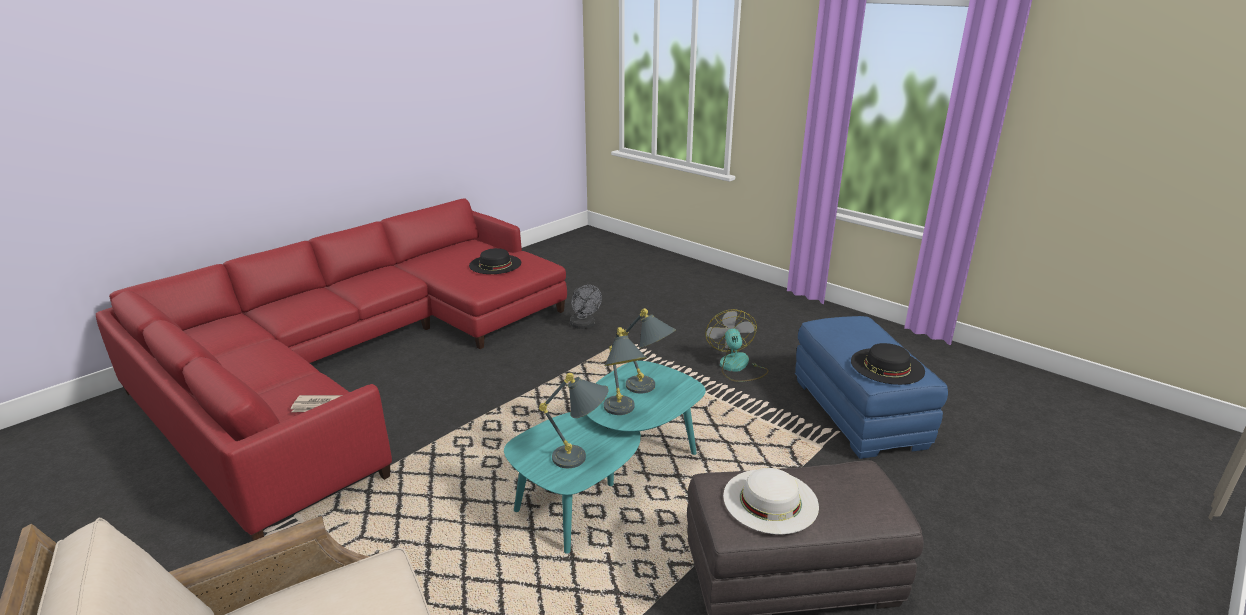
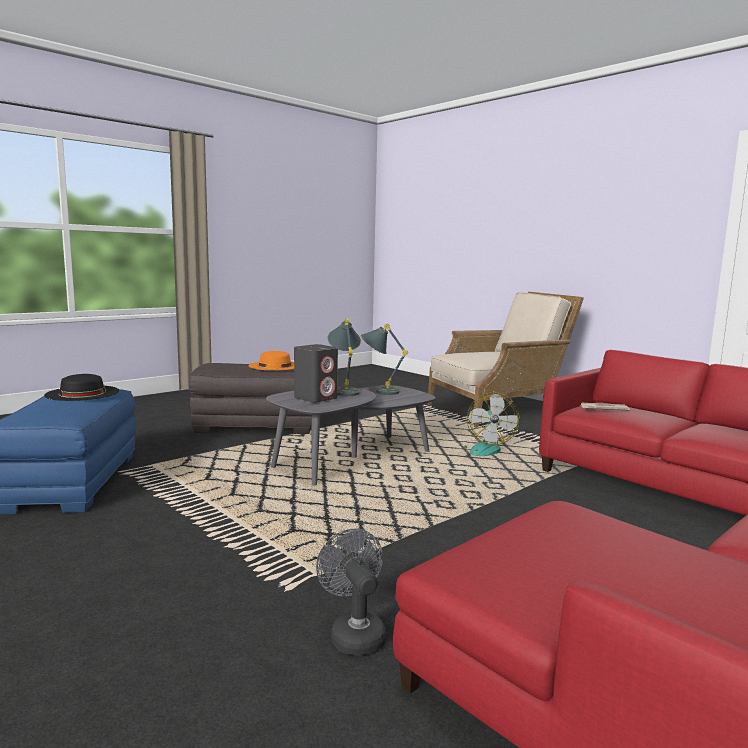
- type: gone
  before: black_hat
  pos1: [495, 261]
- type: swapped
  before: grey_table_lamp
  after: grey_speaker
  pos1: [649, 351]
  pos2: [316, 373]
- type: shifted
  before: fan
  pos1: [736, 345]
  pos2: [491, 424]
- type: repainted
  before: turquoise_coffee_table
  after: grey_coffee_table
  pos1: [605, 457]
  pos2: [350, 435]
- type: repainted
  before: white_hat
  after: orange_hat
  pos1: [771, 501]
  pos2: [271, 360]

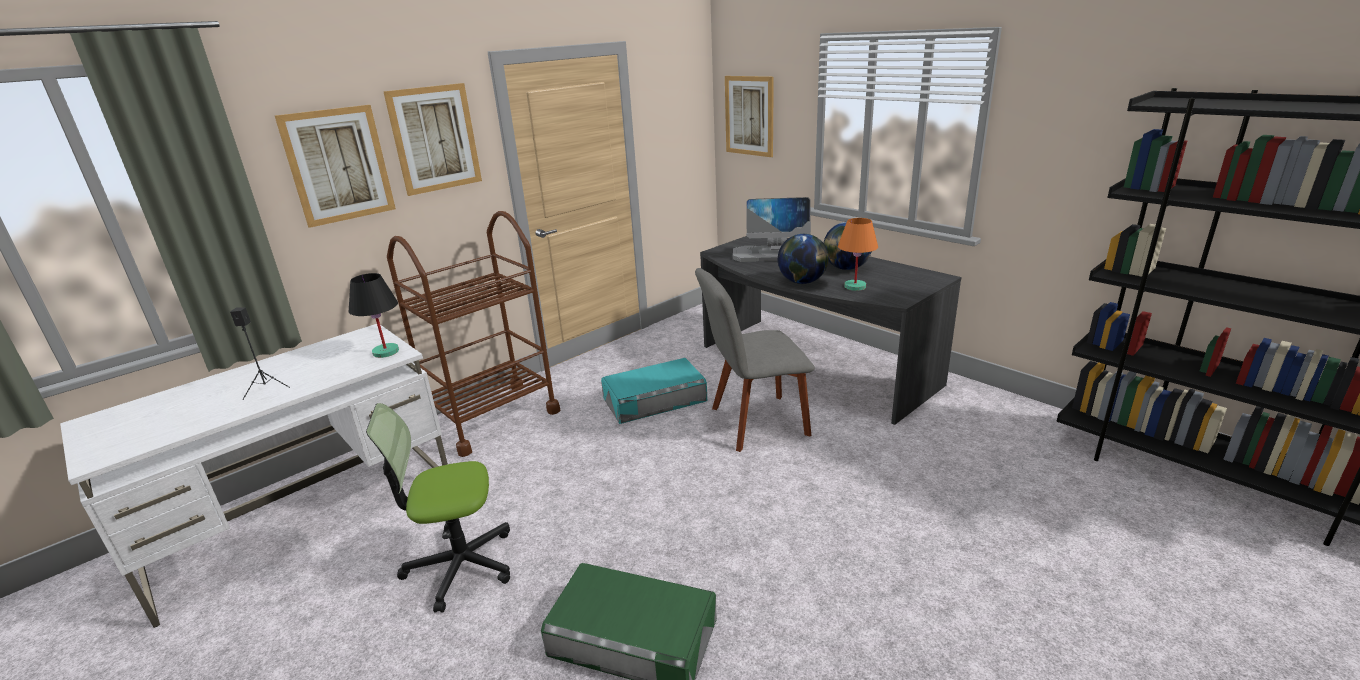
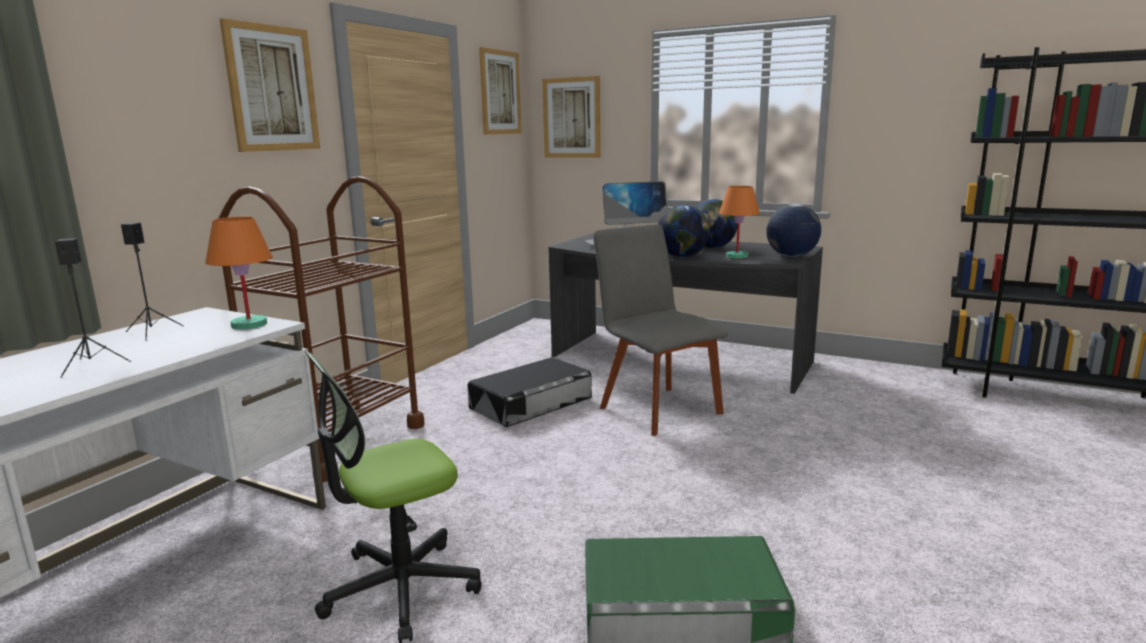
- type: shifted
  before: picture
  pos1: [335, 166]
  pos2: [500, 90]
- type: rotated
  before: grey_chair
  pos1: [755, 360]
  pos2: [660, 330]
  turn: 90
- type: repainted
  before: black_table_lamp
  after: orange_table_lamp
  pos1: [374, 315]
  pos2: [239, 273]
- type: repainted
  before: turquoise_storage_box
  after: black_storage_box
  pos1: [654, 391]
  pos2: [530, 392]
- type: new
  after: globe
  pos2: [793, 230]
- type: new
  after: black_speaker
  pos2: [152, 282]

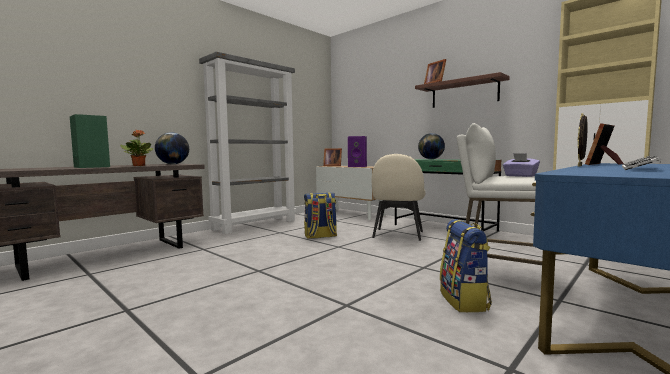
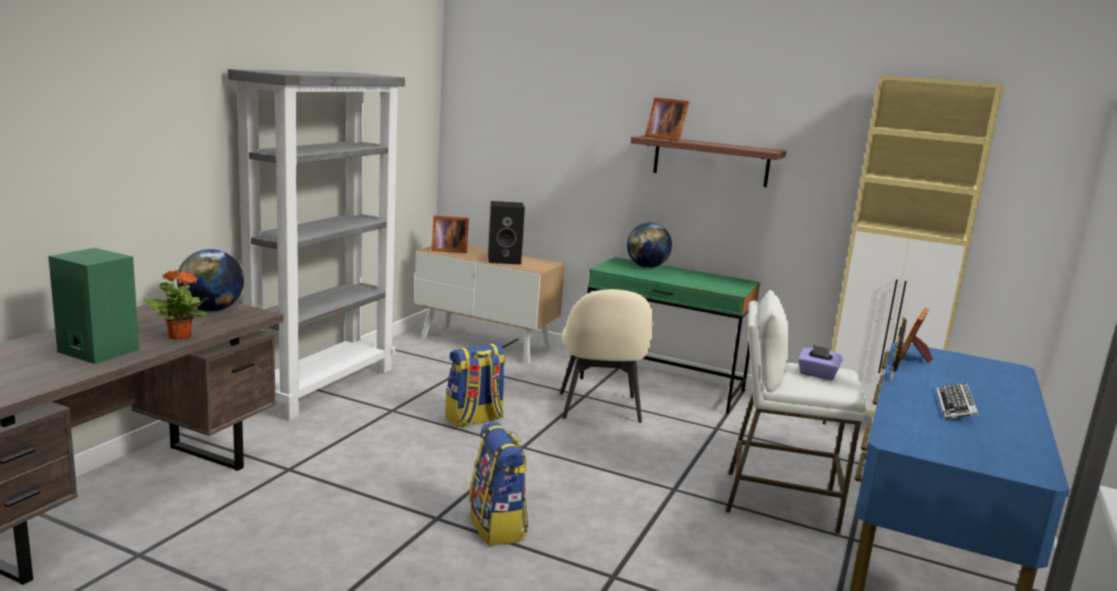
- type: repainted
  before: purple_speaker
  after: black_speaker
  pos1: [357, 151]
  pos2: [506, 233]
- type: shifted
  before: backpack
  pos1: [466, 265]
  pos2: [499, 484]

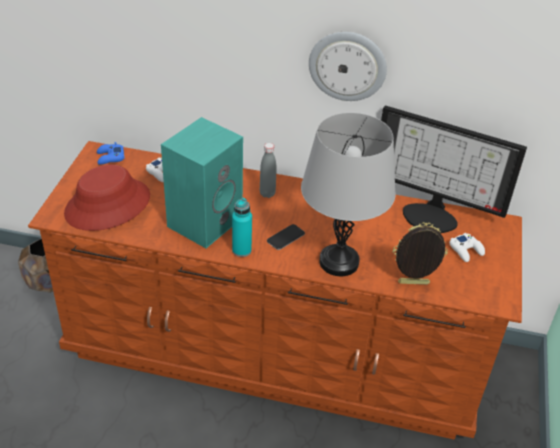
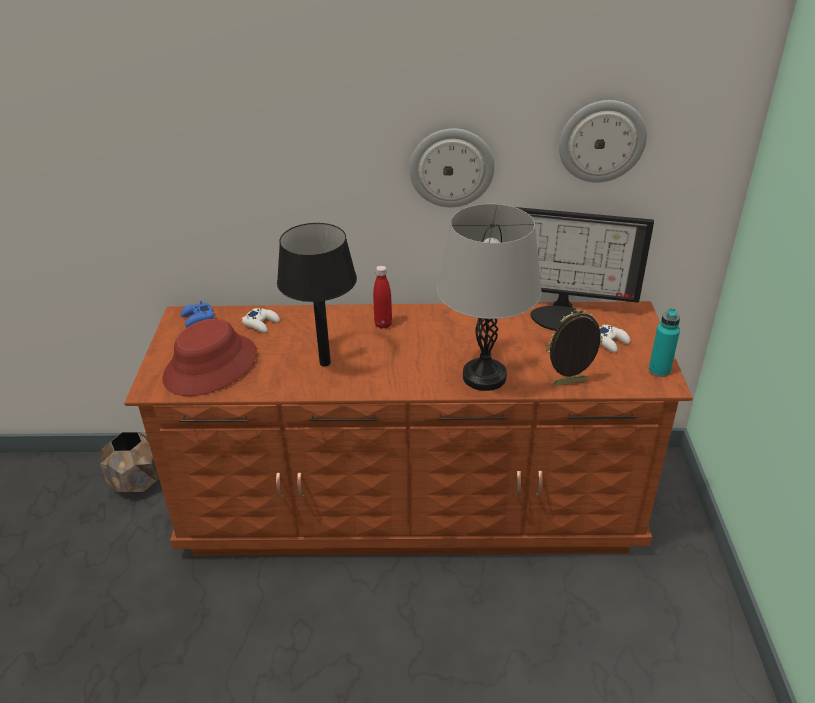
- type: swapped
  before: turquoise_speaker
  after: black_table_lamp
  pos1: [202, 182]
  pos2: [317, 295]
- type: repainted
  before: grey_bottle
  after: red_bottle
  pos1: [268, 170]
  pos2: [382, 297]
- type: shifted
  before: turquoise_bottle
  pos1: [242, 227]
  pos2: [664, 342]
- type: gone
  before: phone
  pos1: [286, 237]
- type: new
  after: wall_clock
  pos2: [603, 141]

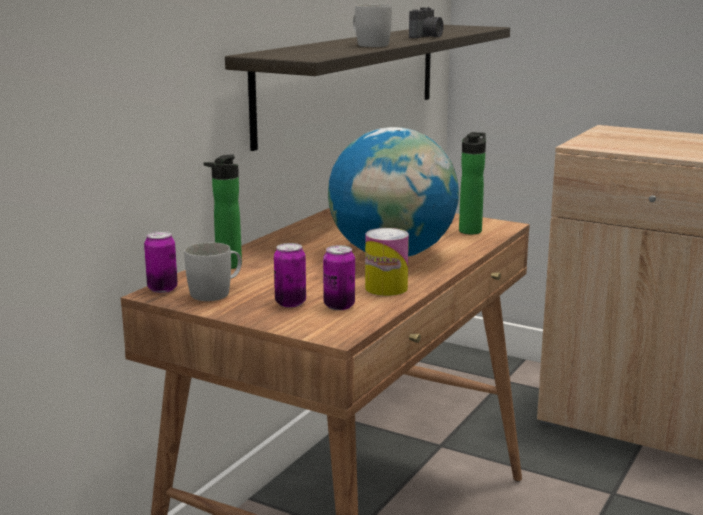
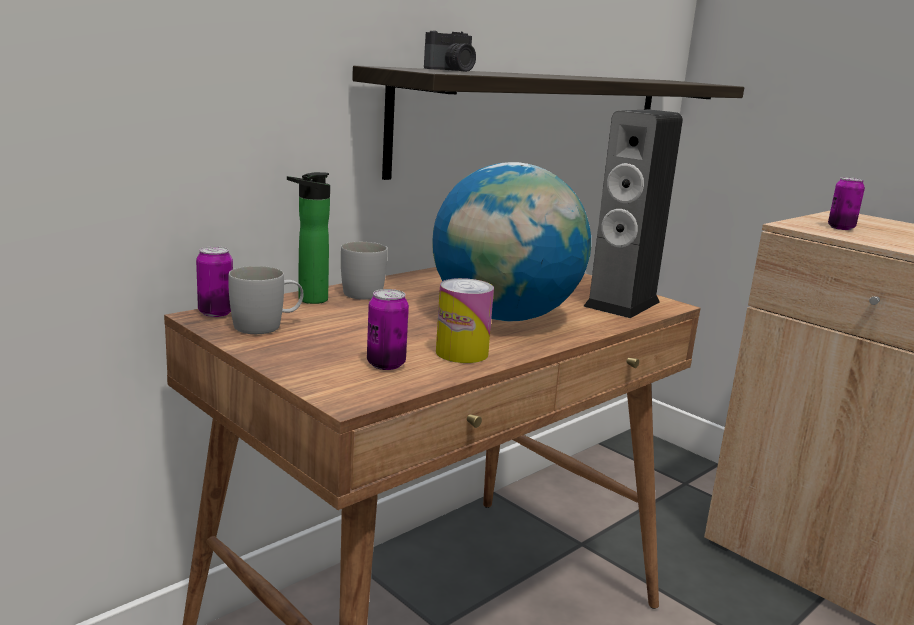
- type: shifted
  before: white_mug
  pos1: [372, 26]
  pos2: [364, 271]
- type: shifted
  before: photo_camera
  pos1: [426, 22]
  pos2: [450, 51]
- type: swapped
  before: bottle
  after: speaker
  pos1: [472, 183]
  pos2: [633, 213]
- type: shifted
  before: can
  pos1: [290, 275]
  pos2: [846, 203]

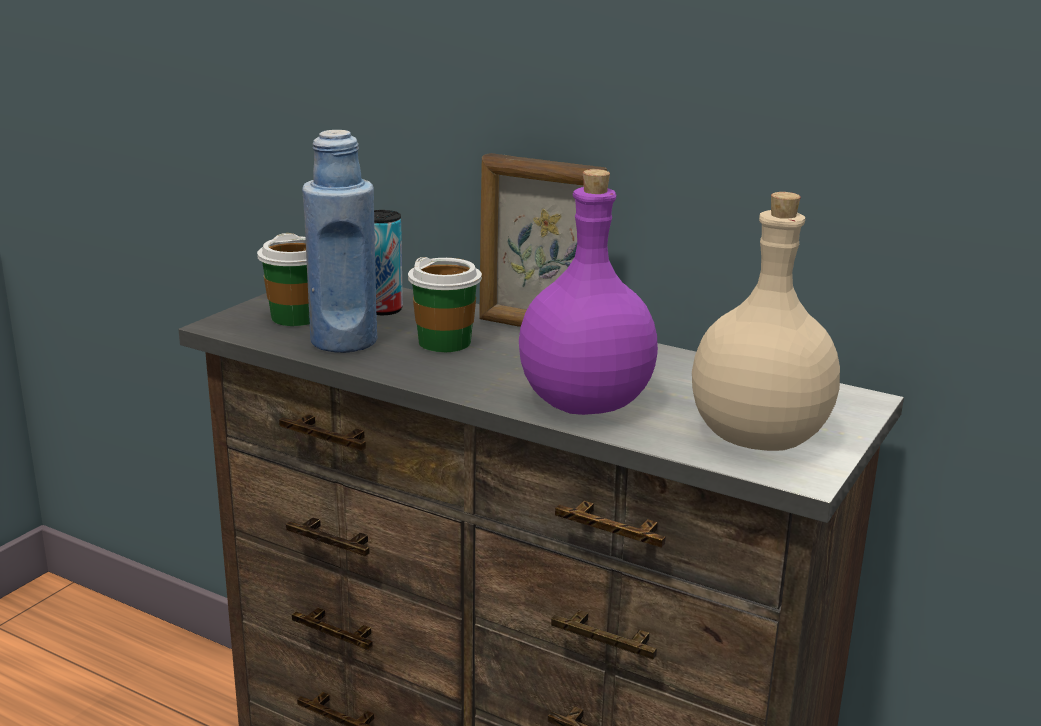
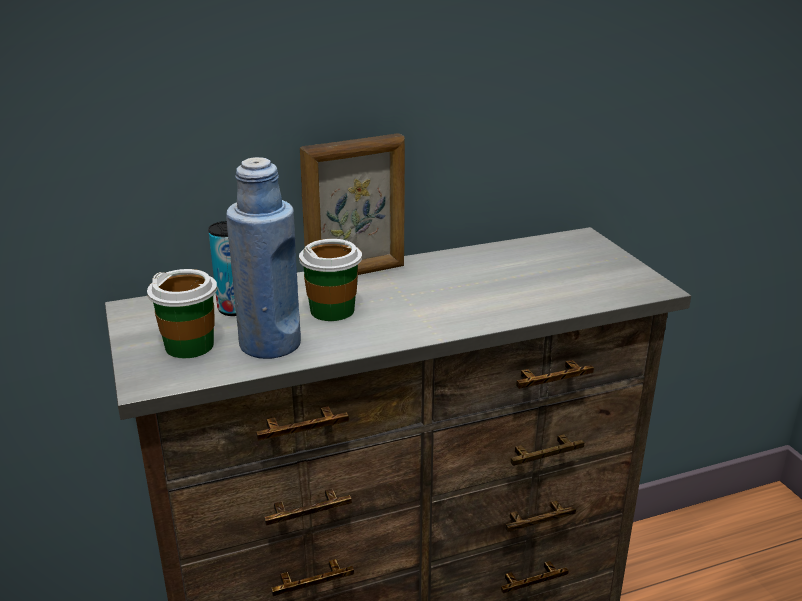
- type: gone
  before: purple_bottle
  pos1: [588, 292]
- type: gone
  before: beige_bottle
  pos1: [766, 321]

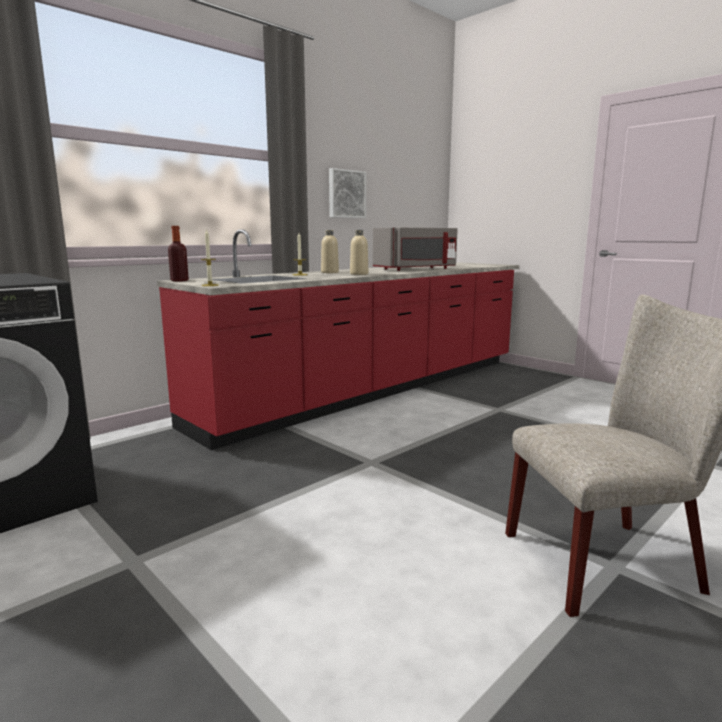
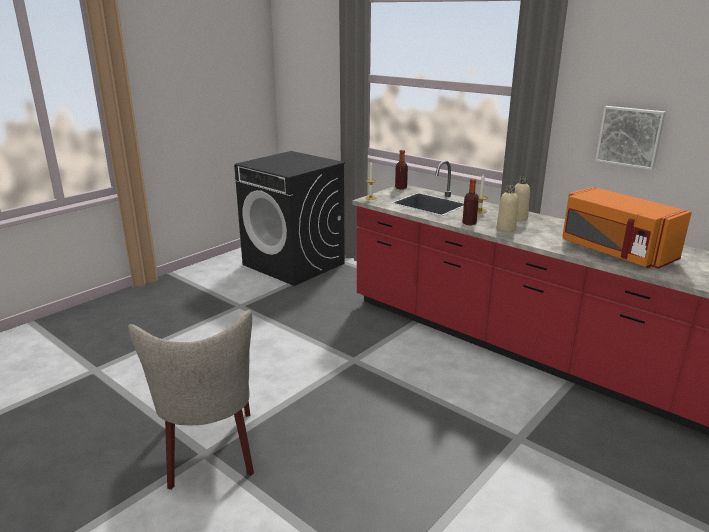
- type: repainted
  before: grey_microwave
  after: orange_microwave
  pos1: [415, 249]
  pos2: [627, 228]
- type: new
  after: bottle
  pos2: [470, 202]

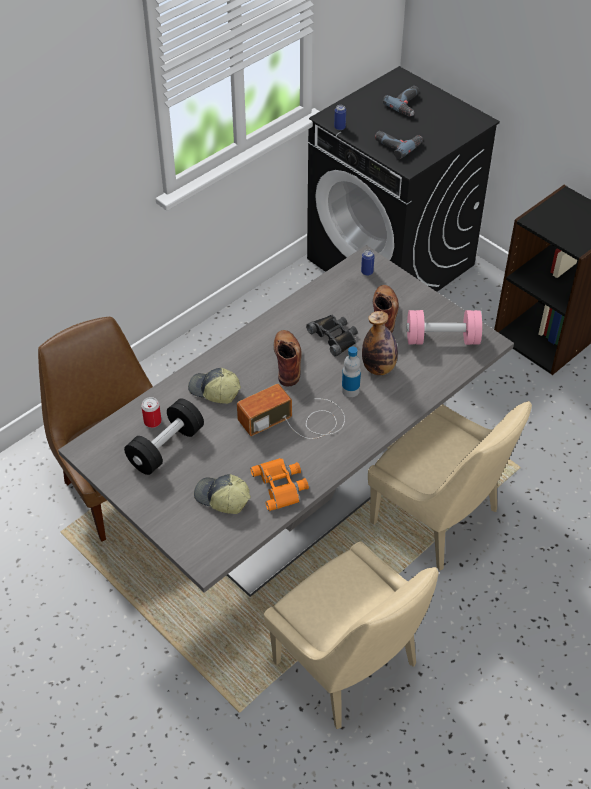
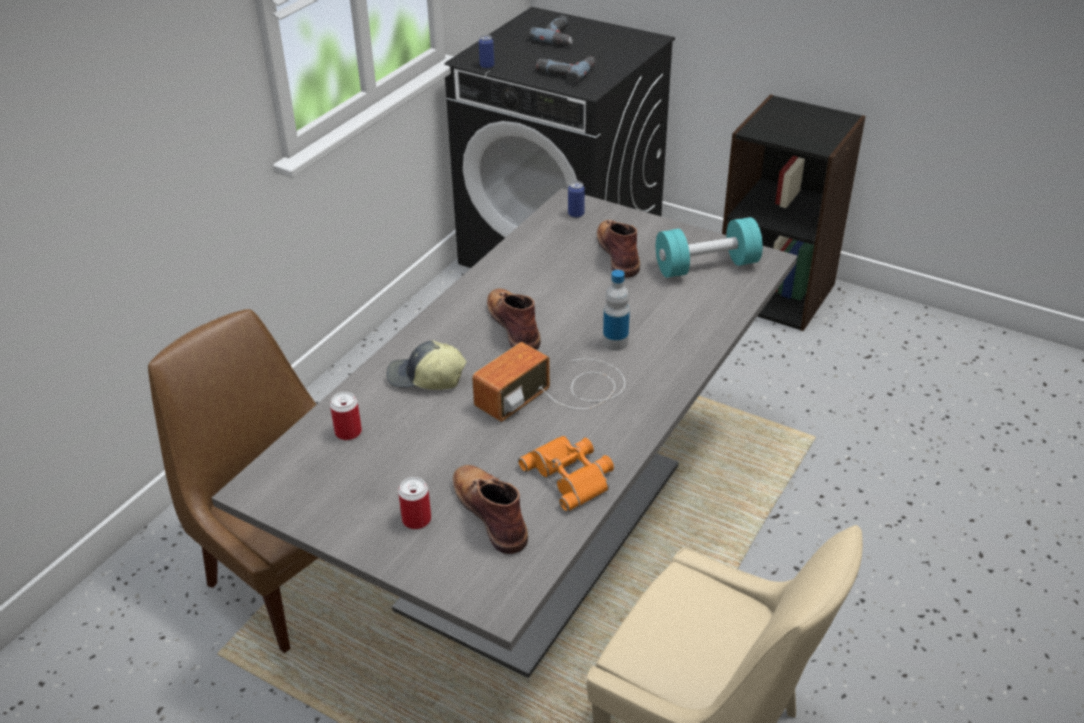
- type: repainted
  before: pink_dumbbell
  after: turquoise_dumbbell
  pos1: [444, 327]
  pos2: [709, 247]
- type: gone
  before: bottle
  pos1: [380, 343]
- type: gone
  before: black_binoculars
  pos1: [332, 336]
- type: gone
  before: black_dumbbell
  pos1: [164, 436]
- type: gone
  before: beige_chair
  pos1: [450, 486]
- type: swapped
  before: cap
  after: brown_boot
  pos1: [222, 494]
  pos2: [490, 509]
- type: new
  after: can
  pos2: [414, 503]

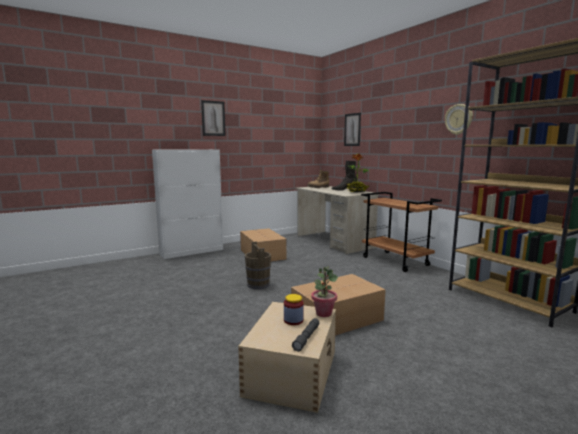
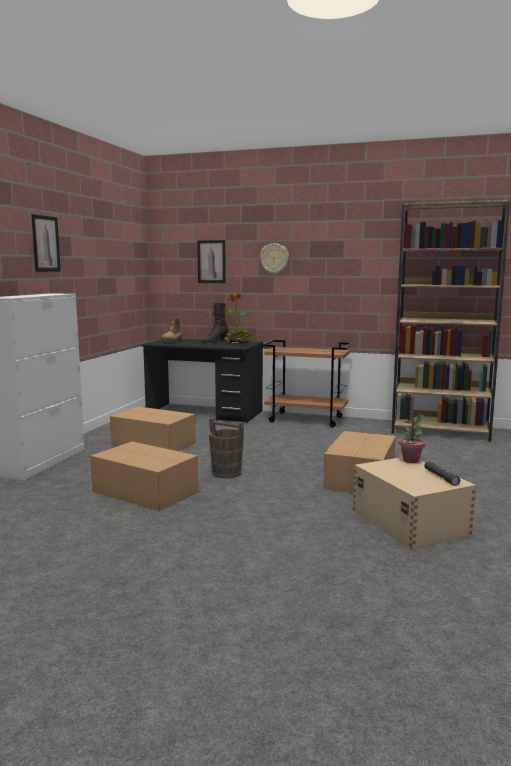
- type: shifted
  before: wall_clock
  pos1: [459, 119]
  pos2: [274, 258]
- type: repainted
  before: beige_desk
  after: black_desk
  pos1: [337, 220]
  pos2: [202, 381]
- type: gone
  before: jar
  pos1: [294, 309]
- type: new
  after: cardboard_box
  pos2: [144, 476]

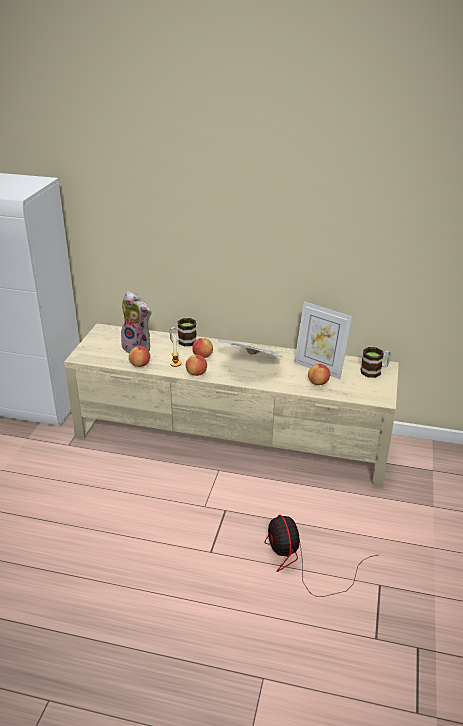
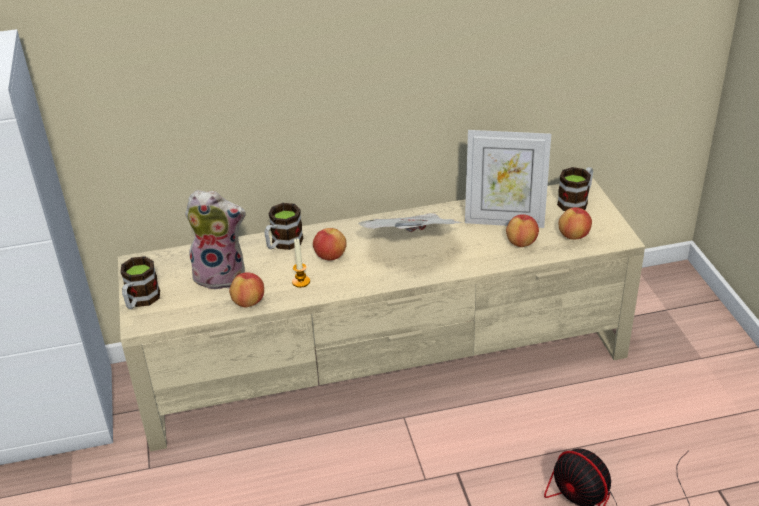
- type: shifted
  before: apple
  pos1: [196, 365]
  pos2: [575, 223]
- type: new
  after: mug
  pos2: [140, 282]

